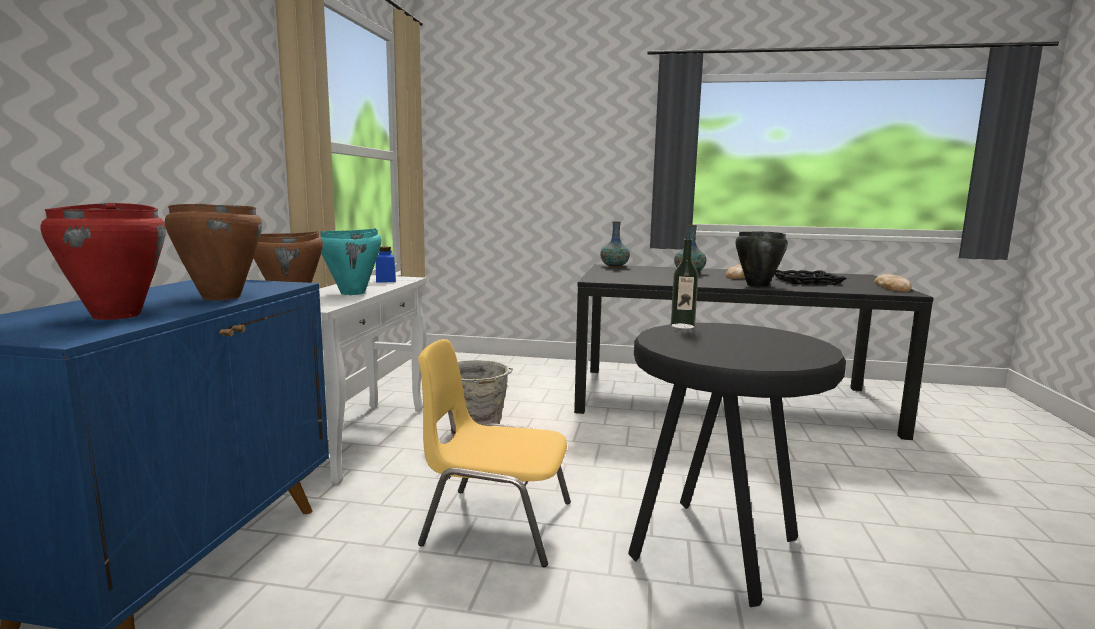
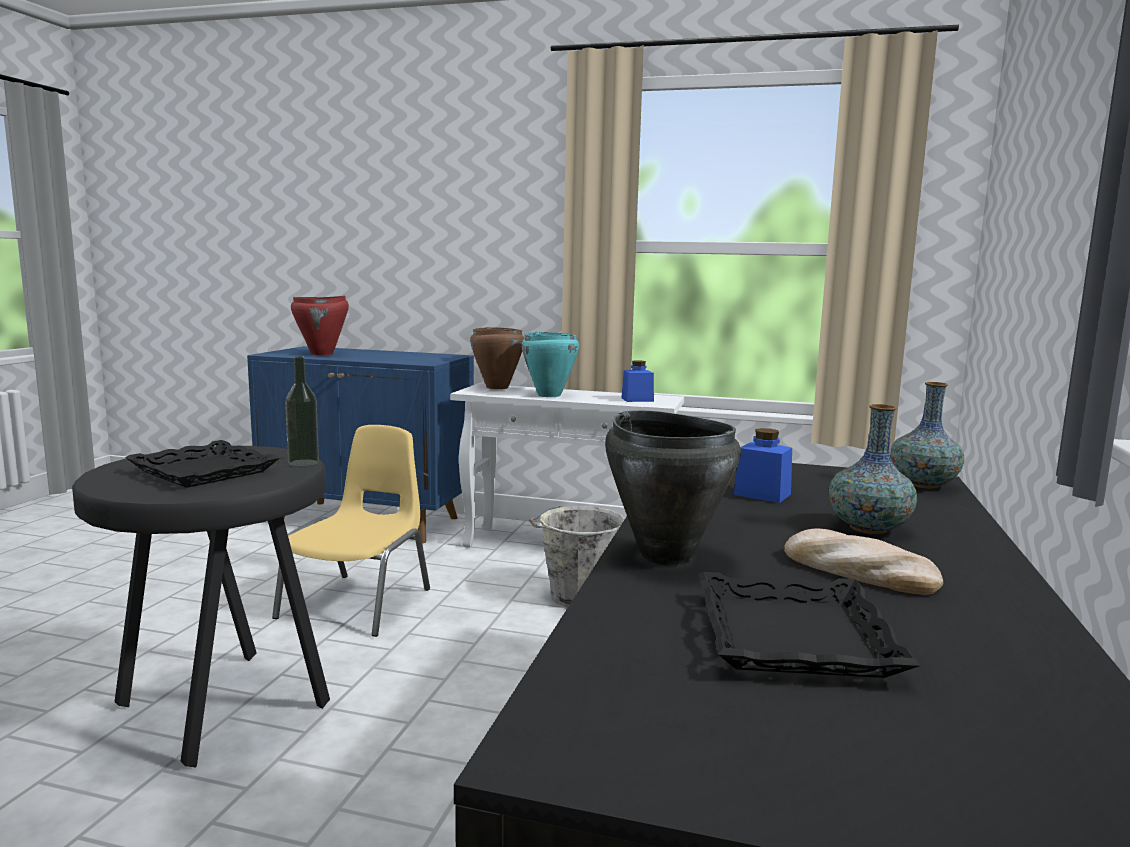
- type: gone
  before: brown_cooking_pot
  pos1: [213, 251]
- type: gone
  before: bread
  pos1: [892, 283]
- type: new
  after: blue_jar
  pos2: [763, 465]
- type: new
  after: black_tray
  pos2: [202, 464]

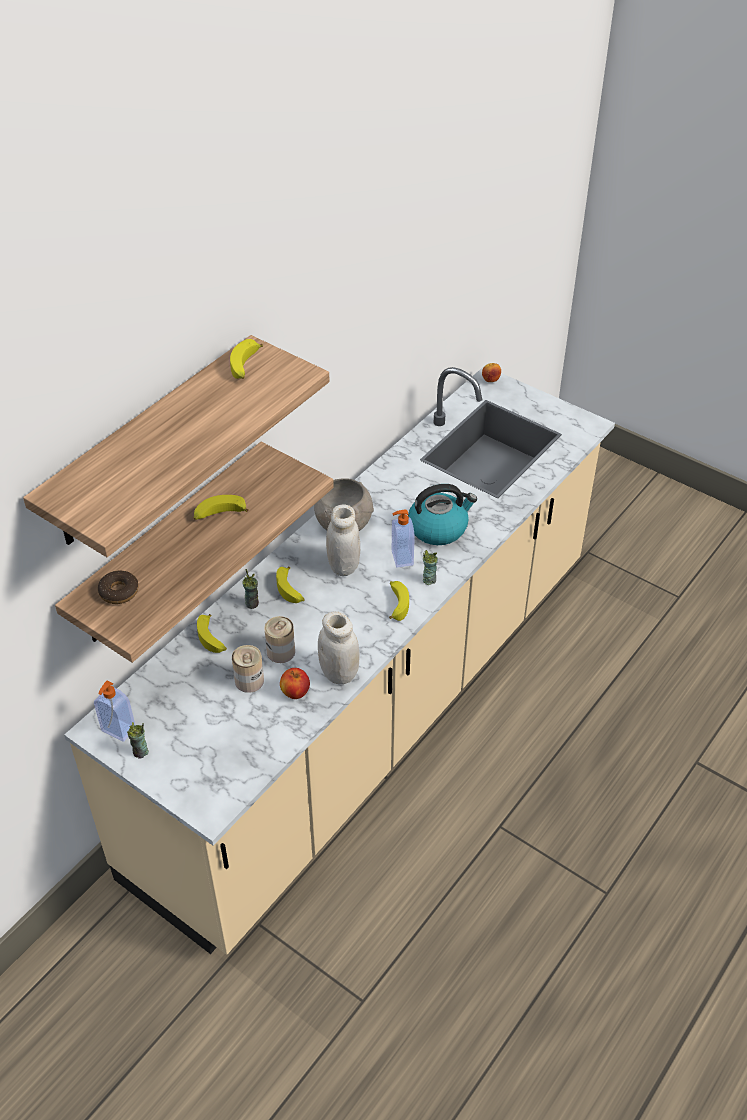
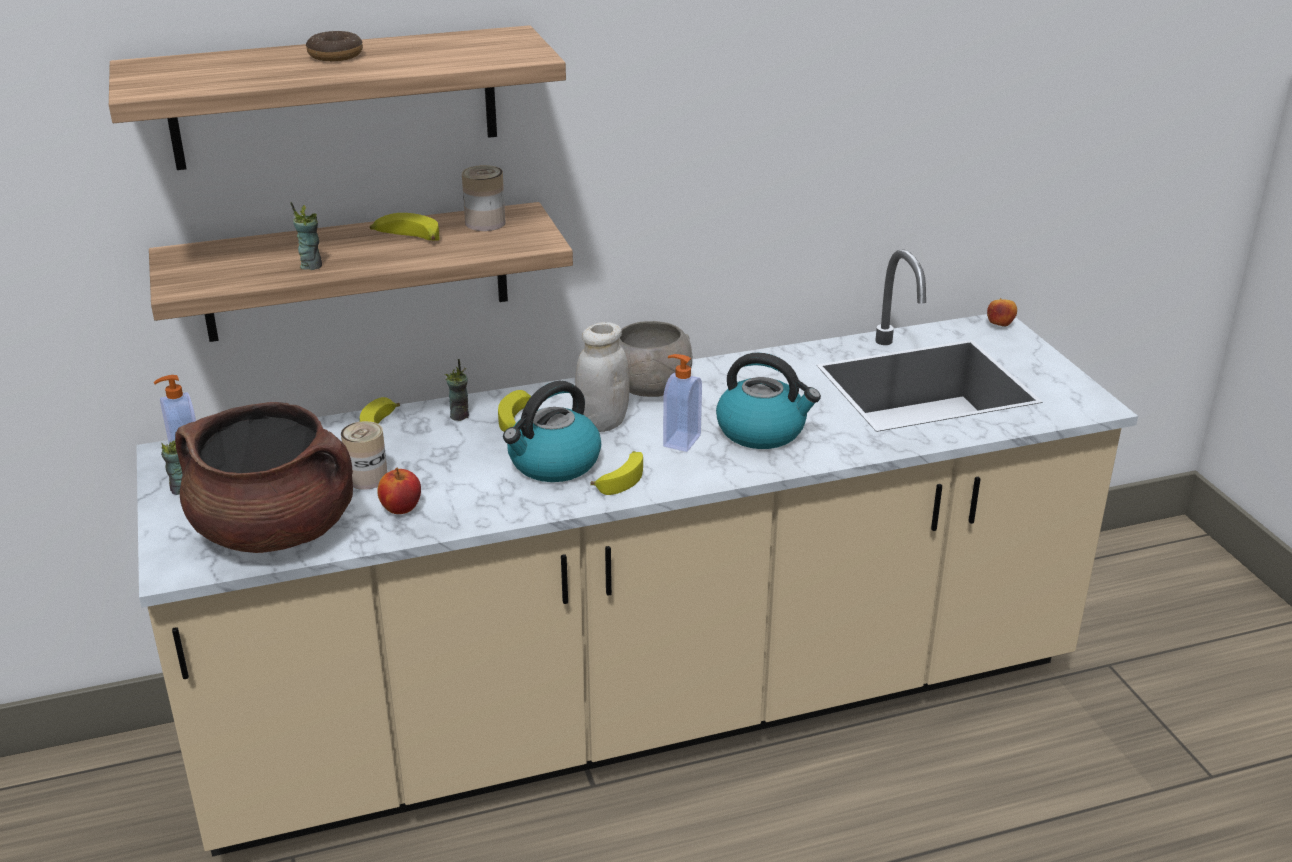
- type: gone
  before: banana
  pos1: [246, 359]
- type: shifted
  before: cup
  pos1: [430, 567]
  pos2: [306, 236]
- type: shifted
  before: donut
  pos1: [118, 587]
  pos2: [334, 46]
- type: gone
  before: white_jar
  pos1: [338, 647]
- type: shifted
  before: can
  pos1: [279, 639]
  pos2: [483, 198]
- type: new
  after: kettle
  pos2: [552, 431]
- type: new
  after: brown_cooking_pot
  pos2: [264, 477]

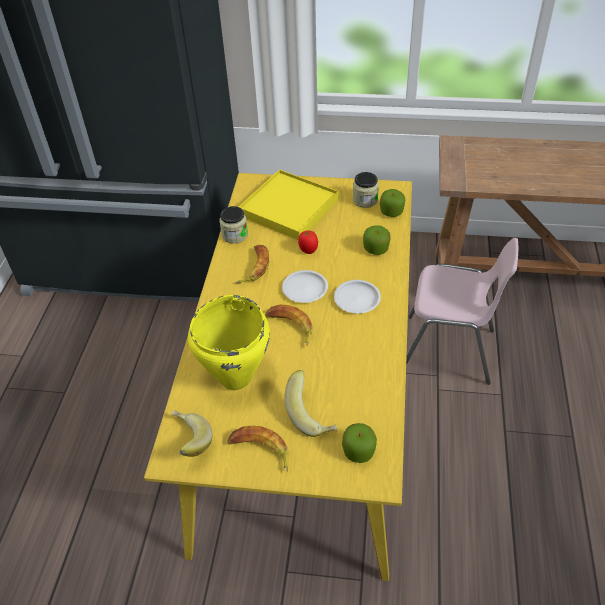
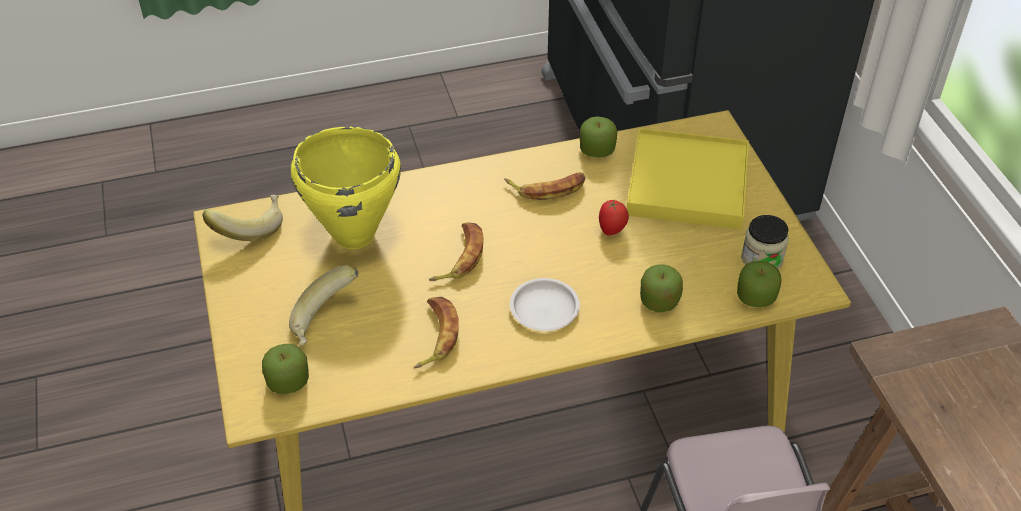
- type: swapped
  before: jar
  after: apple
  pos1: [233, 225]
  pos2: [598, 137]
- type: gone
  before: white_plate
  pos1: [305, 286]
- type: shifted
  before: banana
  pos1: [257, 449]
  pos2: [436, 332]

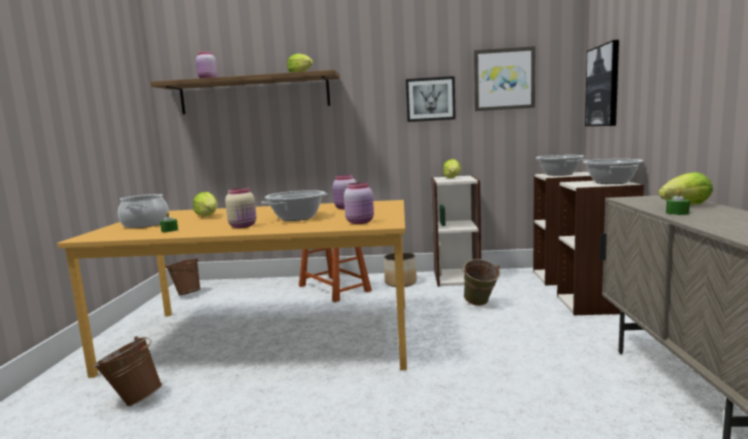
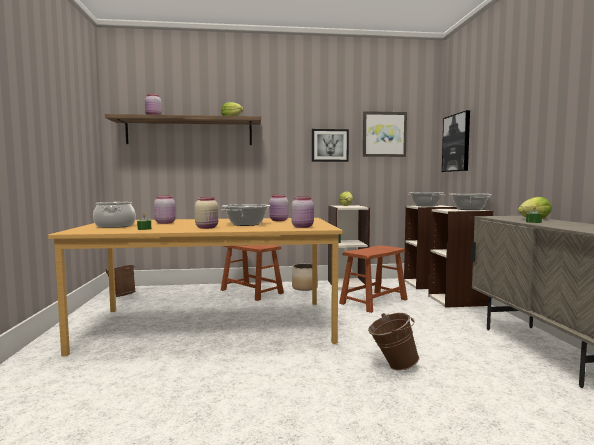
- type: swapped
  before: lettuce
  after: pink_jar
  pos1: [205, 204]
  pos2: [165, 210]
- type: swapped
  before: green_bucket
  after: brown_stool
  pos1: [480, 282]
  pos2: [373, 279]
- type: shifted
  before: brown_bucket
  pos1: [127, 371]
  pos2: [393, 342]

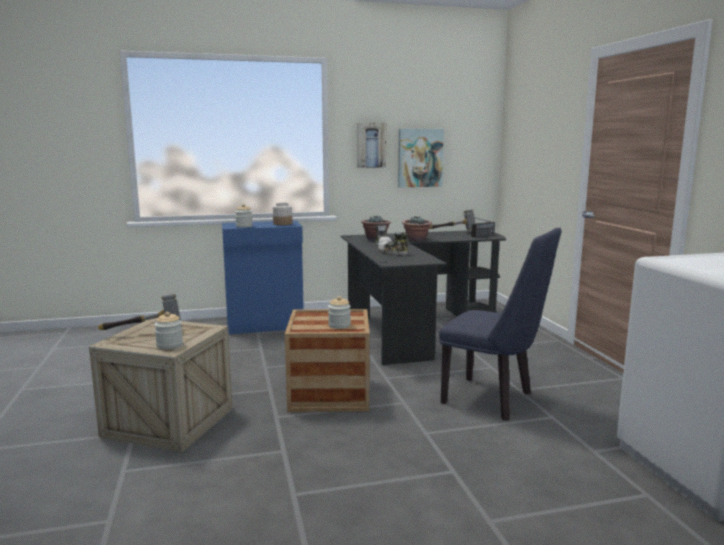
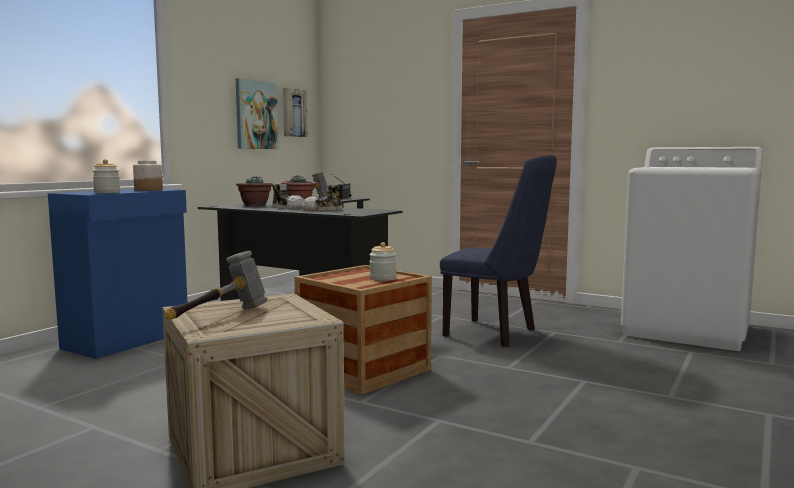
- type: shifted
  before: picture
  pos1: [371, 145]
  pos2: [295, 112]
- type: rotated
  before: blue_chair
  pos1: [500, 324]
  pos2: [498, 251]
  turn: 45
- type: gone
  before: jar
  pos1: [168, 330]

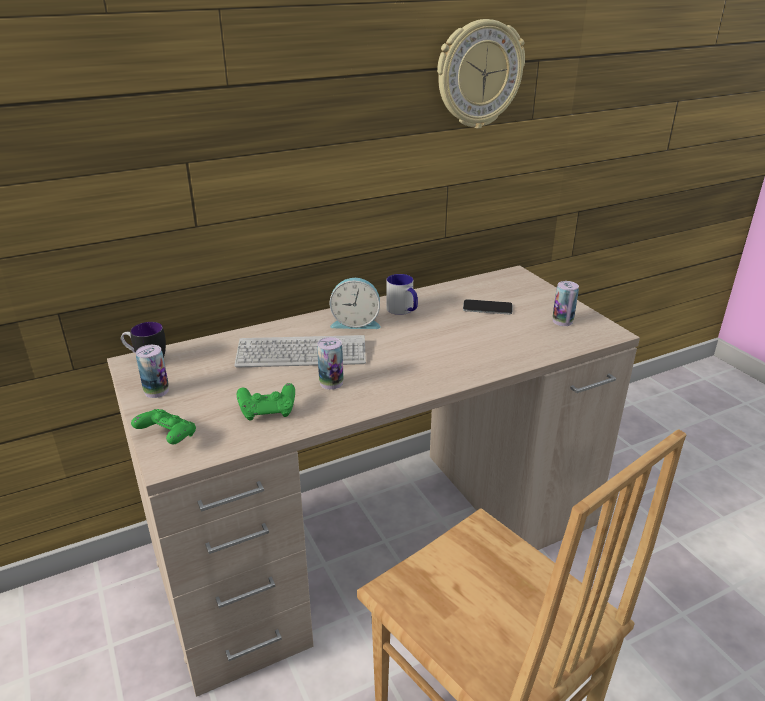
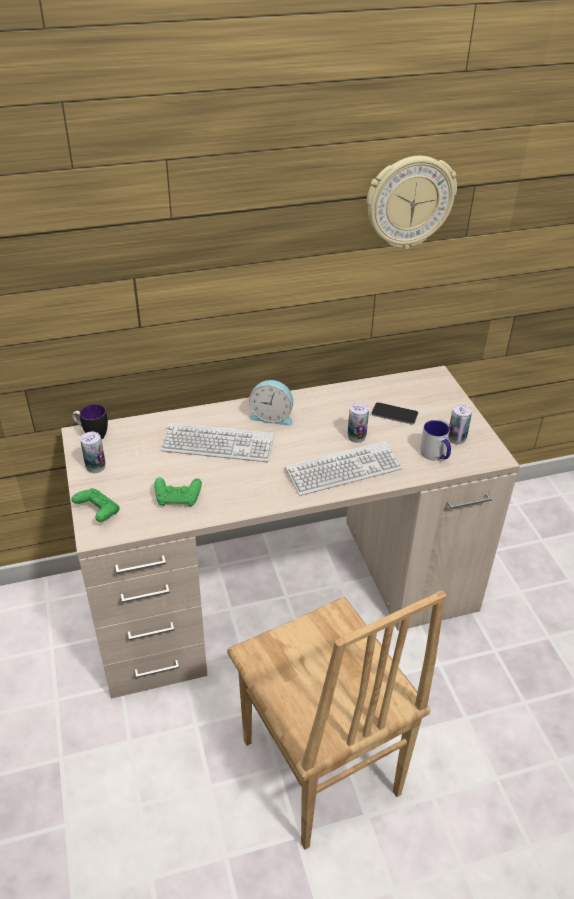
- type: shifted
  before: mug
  pos1: [402, 294]
  pos2: [435, 440]
- type: shifted
  before: can
  pos1: [330, 363]
  pos2: [358, 423]
- type: new
  after: keyboard
  pos2: [343, 468]

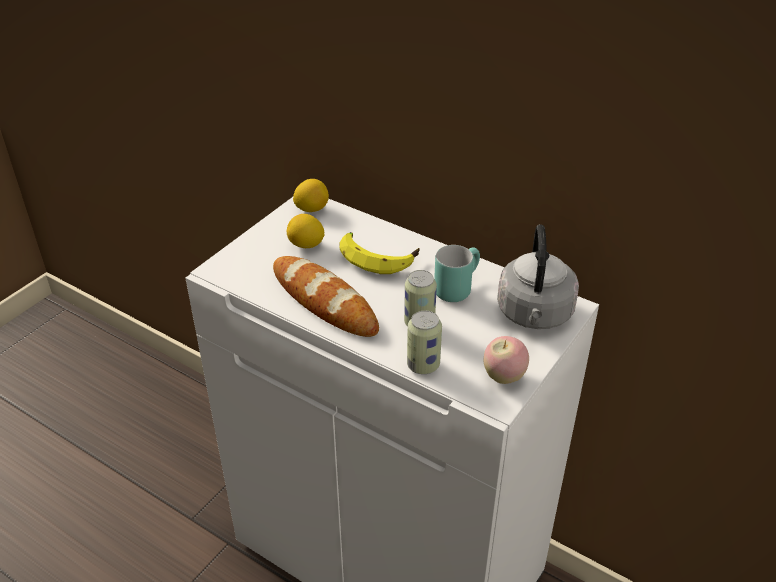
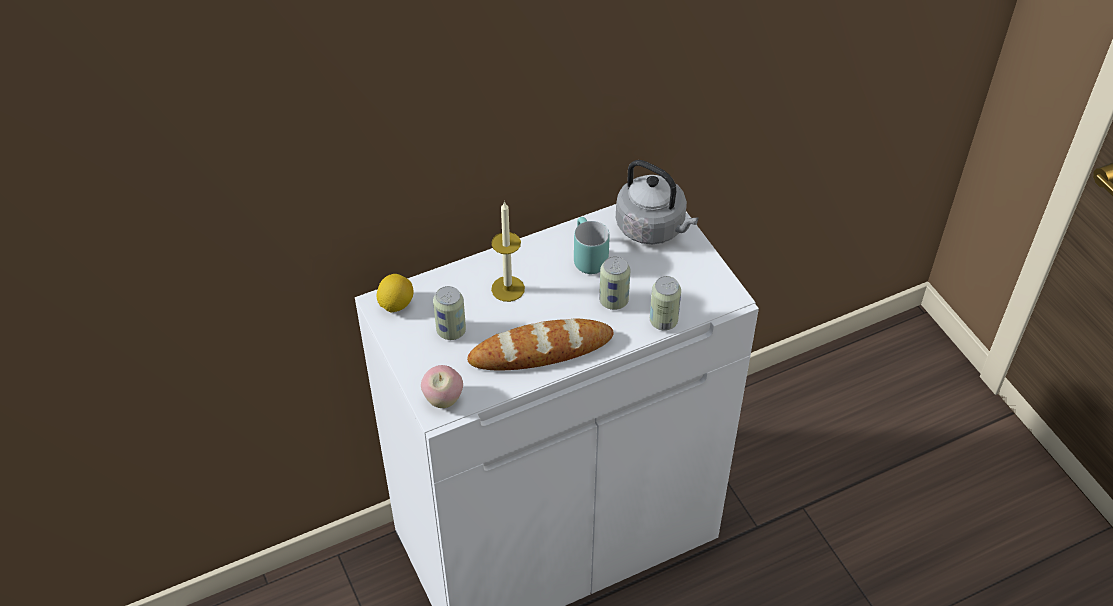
- type: swapped
  before: lemon
  after: can
  pos1: [305, 231]
  pos2: [449, 313]
- type: swapped
  before: banana
  after: candle
  pos1: [380, 253]
  pos2: [508, 251]
- type: shifted
  before: apple
  pos1: [506, 360]
  pos2: [442, 386]

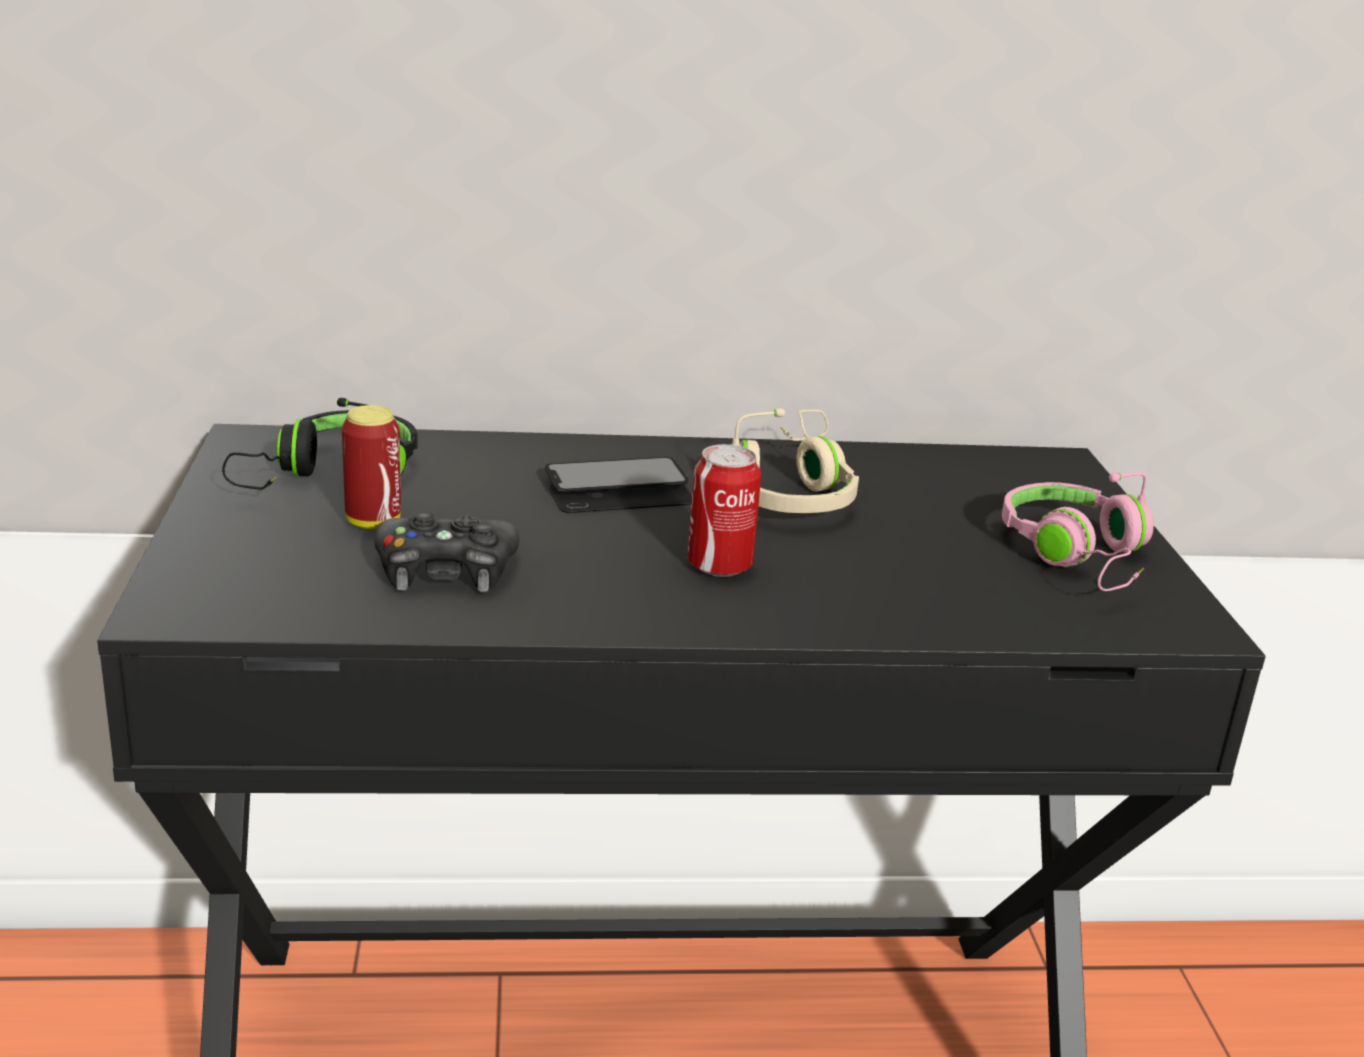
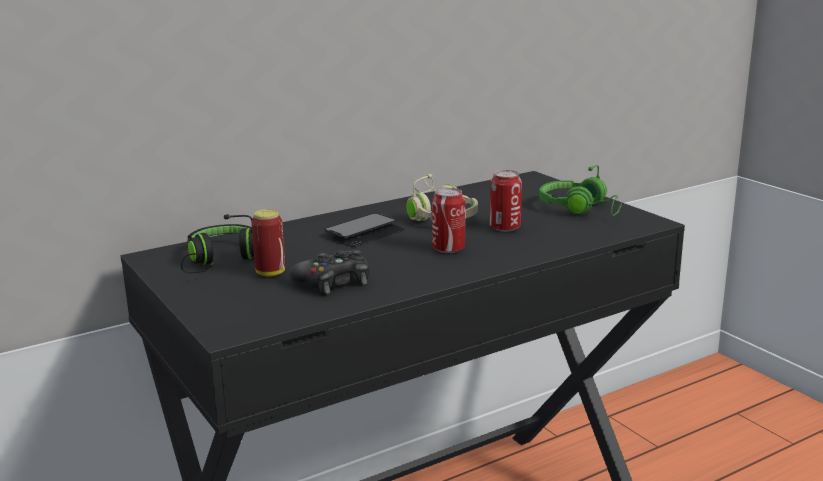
- type: repainted
  before: pink_headphones
  after: green_headphones
  pos1: [1078, 531]
  pos2: [580, 190]
- type: new
  after: can
  pos2: [506, 201]

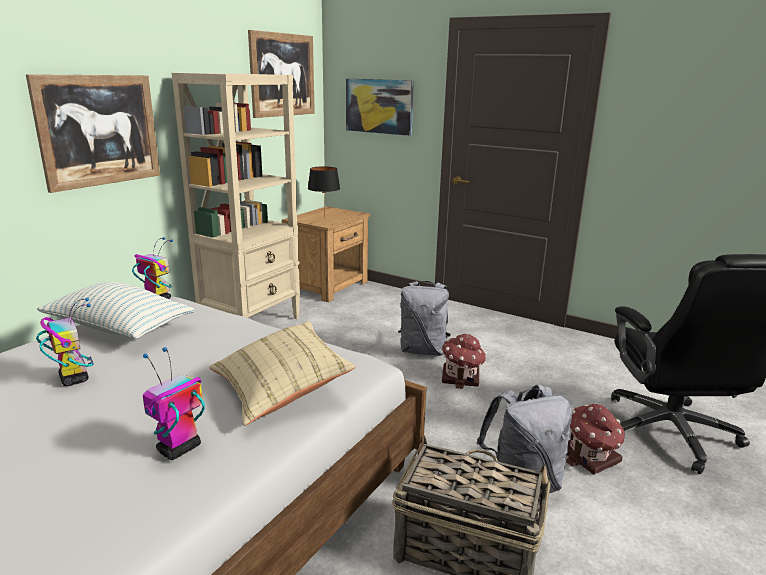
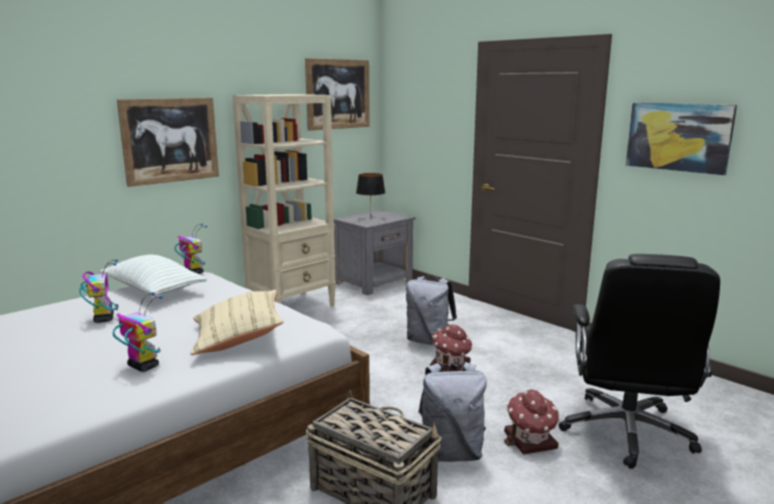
- type: shifted
  before: picture
  pos1: [380, 107]
  pos2: [681, 139]
- type: repainted
  before: brown_nightstand
  after: grey_nightstand
  pos1: [326, 254]
  pos2: [374, 252]
- type: rotated
  before: toy_robot
  pos1: [174, 403]
  pos2: [138, 332]
  turn: 75

